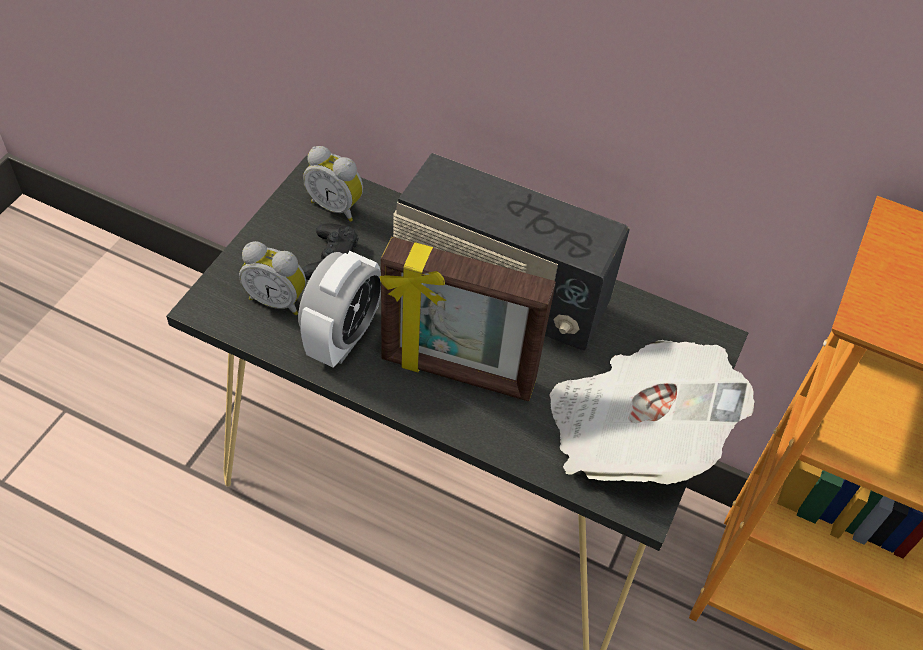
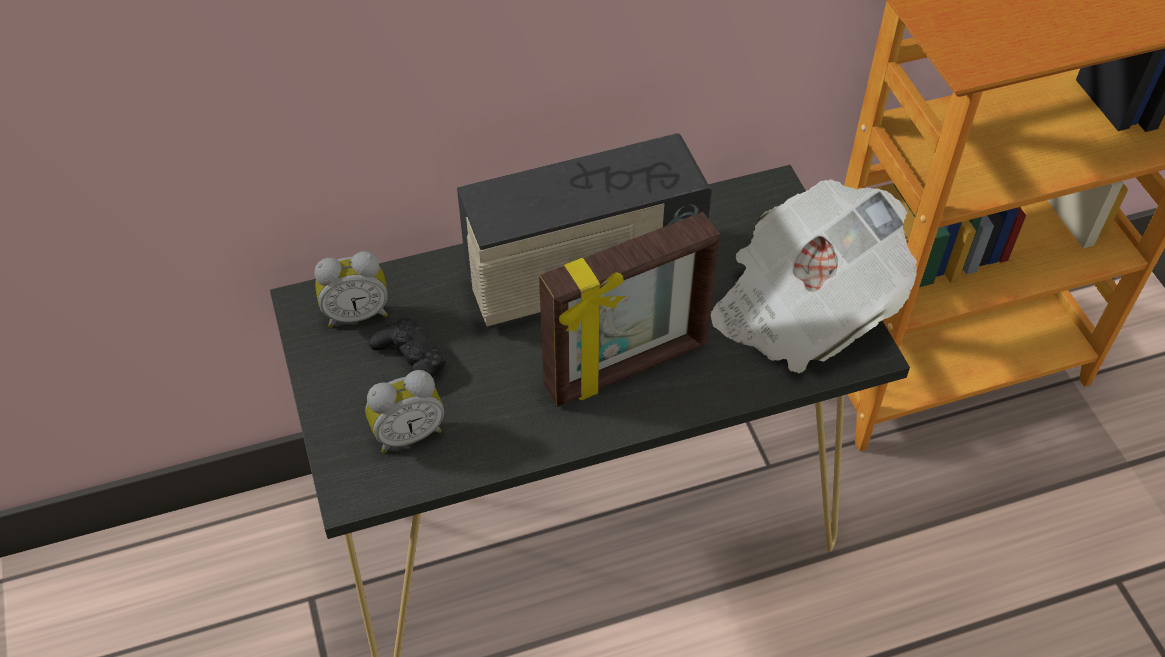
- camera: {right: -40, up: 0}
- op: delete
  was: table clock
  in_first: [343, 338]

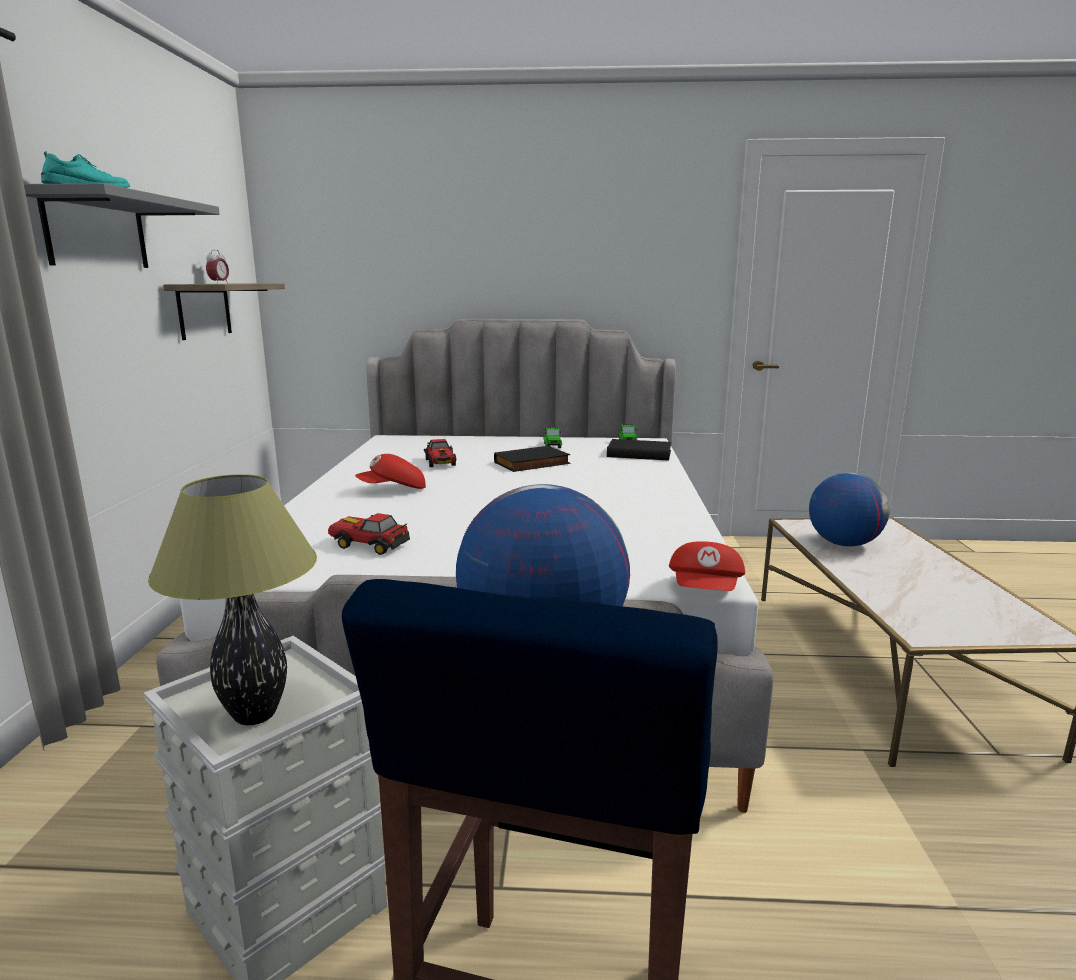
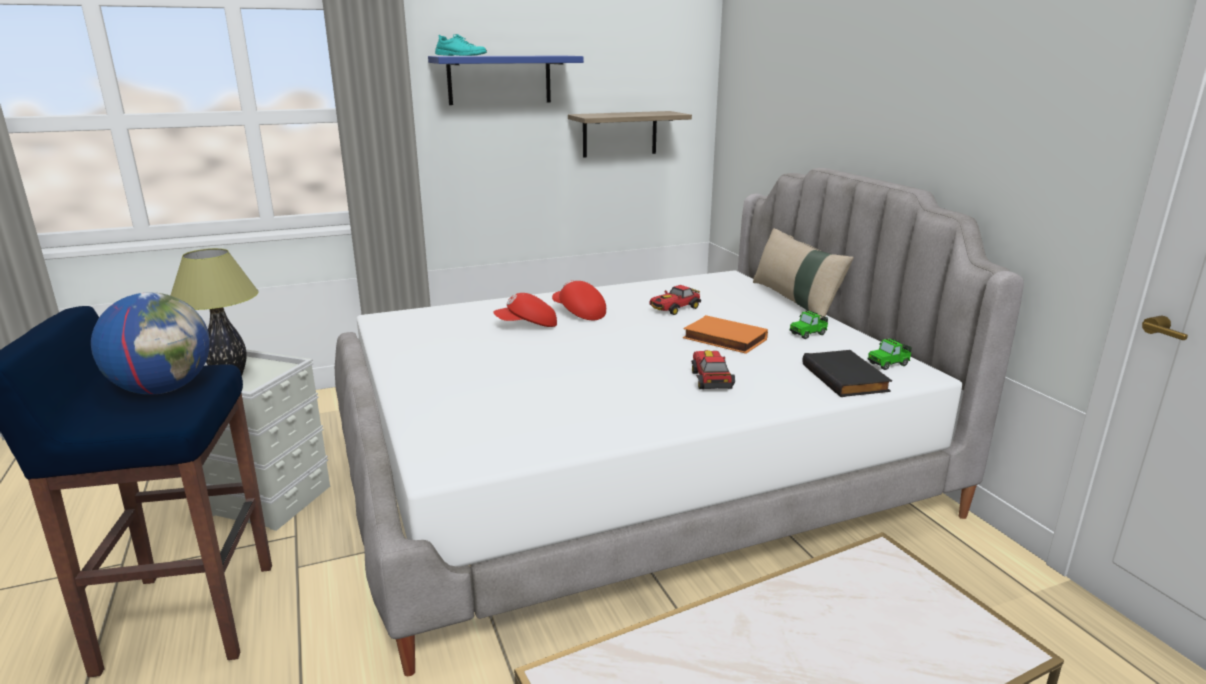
- camera: {right: 65, up: 5}
- op: recolor
  was: grey wall shelf
  now: bluish wall shelf
  in_first: [97, 232]
  in_second: [499, 79]
- op: delete
  was: table clock
  in_first: [219, 283]
- op: recolor
  was: blackish volume
  now: orange volume
  in_first: [532, 463]
  in_second: [723, 339]
- op: delete
  was: globe
  in_first: [843, 543]
- op: move
  was: miniature car
  in_first: [369, 545]
  in_second: [710, 379]
- op: move
  was: red baseball cap
  in_first: [706, 591]
  in_second: [527, 326]
- op: insert
  now: beige-coloured pillow
  in_second: [795, 301]

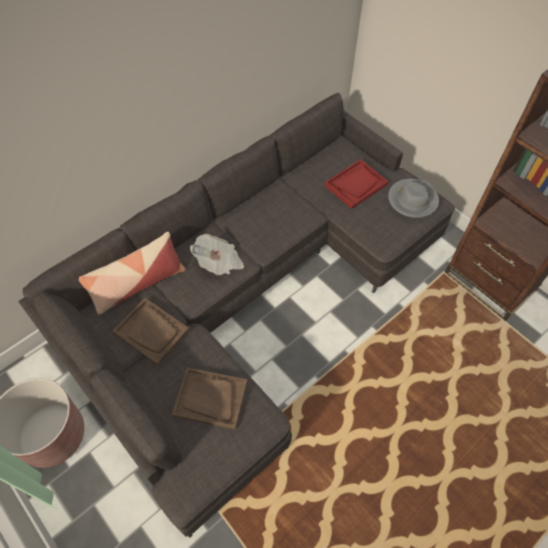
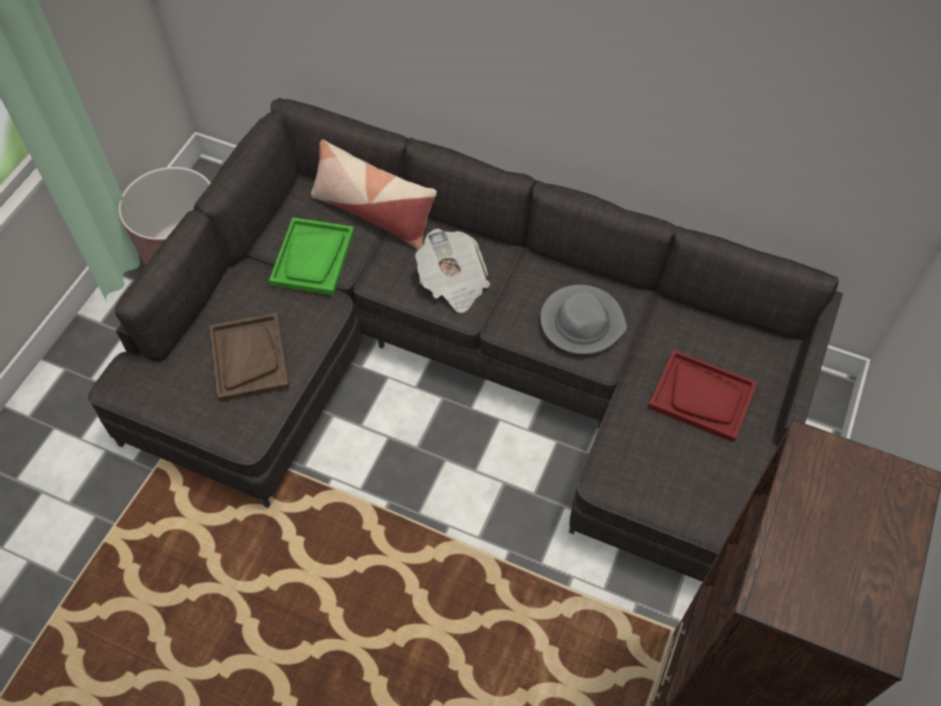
- camera: {right: 65, up: 0}
- op: move
  was: grey hat
  in_first: [412, 200]
  in_second: [581, 322]
- op: recolor
  was: brown-coloured serving tray
  now: green serving tray
  in_first: [152, 332]
  in_second: [313, 258]

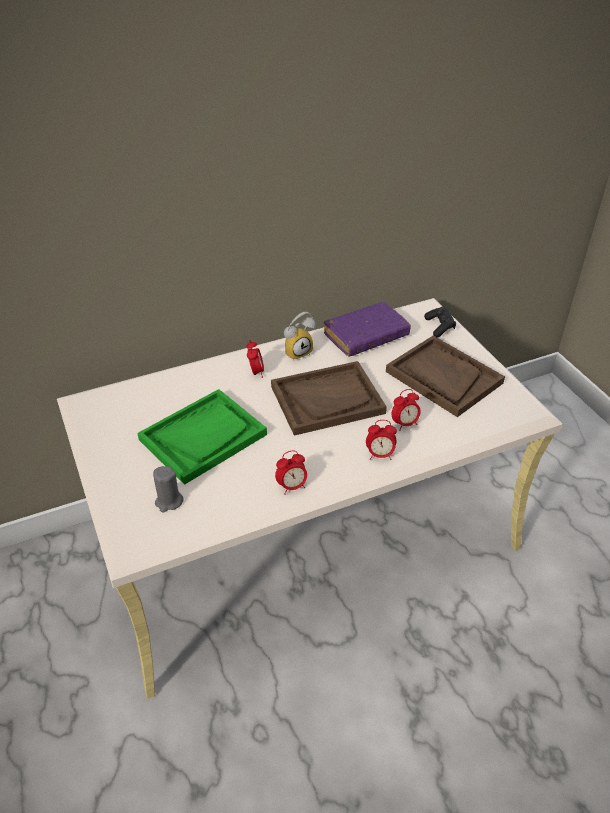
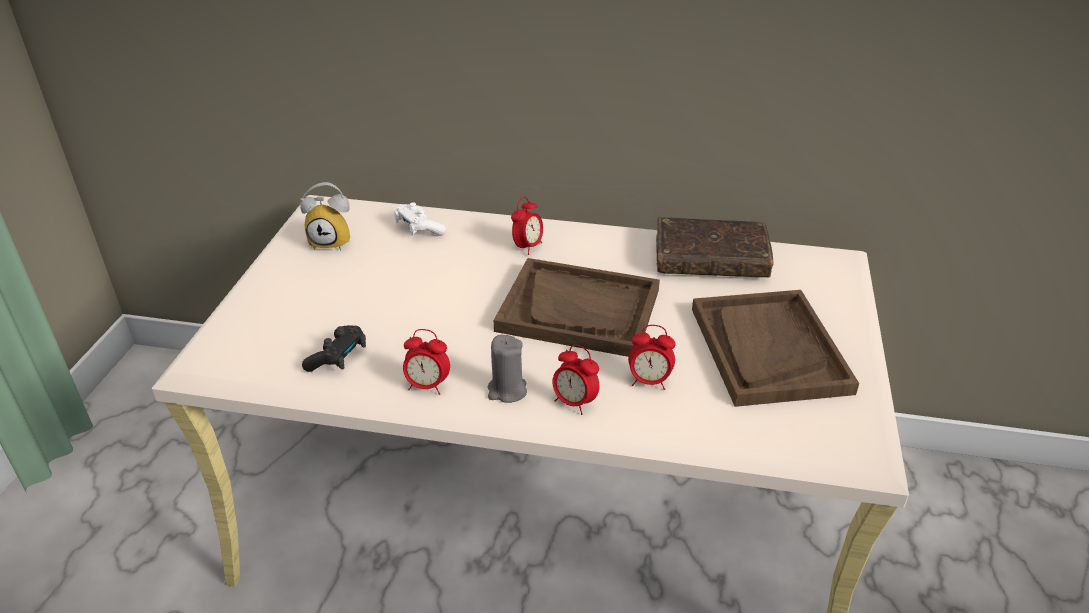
- camera: {right: 35, up: -5}
- op: recolor
  was: purplish volume
  now: brown-coloured volume
  in_first: [366, 336]
  in_second: [710, 259]
- op: move
  was: blackish gamepad
  in_first: [439, 327]
  in_second: [338, 358]
- op: move
  was: table clock
  in_first: [297, 352]
  in_second: [333, 241]
- op: delete
  was: green serving tray
  in_first: [203, 437]
- op: move
  was: grey candle
  in_first: [169, 501]
  in_second: [507, 390]
- op: insert
  now: whitish gamepad
  in_second: [419, 229]

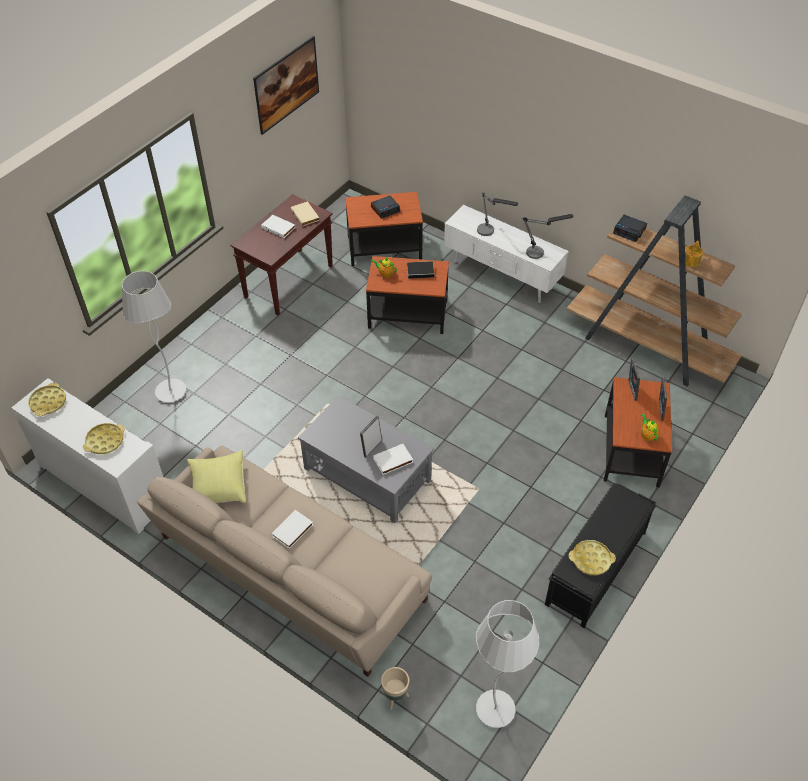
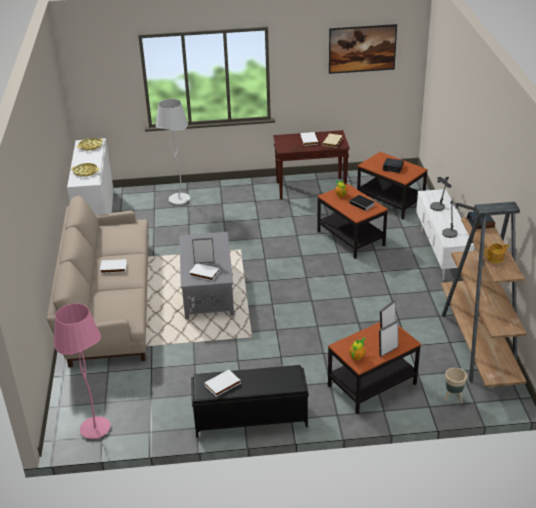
- camera: {right: 50, up: -15}
- op: delete
  was: yellowish pillow
  in_first: [218, 487]
- op: replace
  was: yellowish serving tray
  now: whitish volume
  in_first: [591, 560]
  in_second: [223, 385]
- op: recolor
  was: whitish floor lamp
  now: pink-coloured floor lamp
  in_first: [495, 709]
  in_second: [95, 429]
- op: move
  was: beige-coloured planter
  in_first: [395, 697]
  in_second: [453, 398]

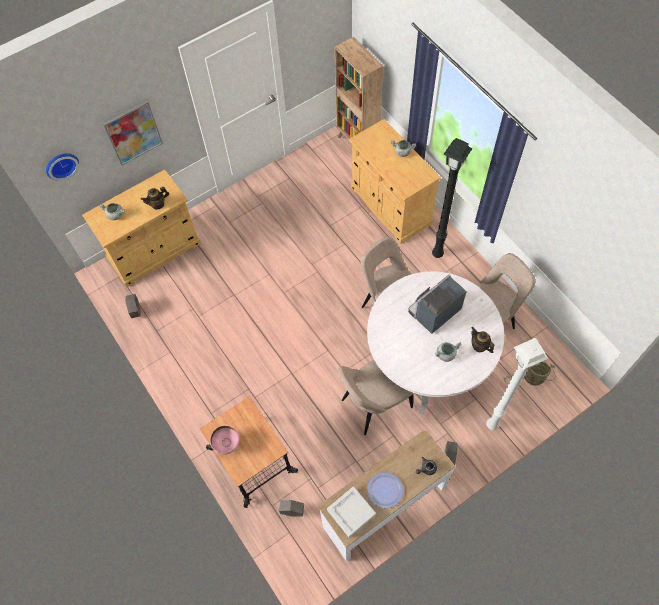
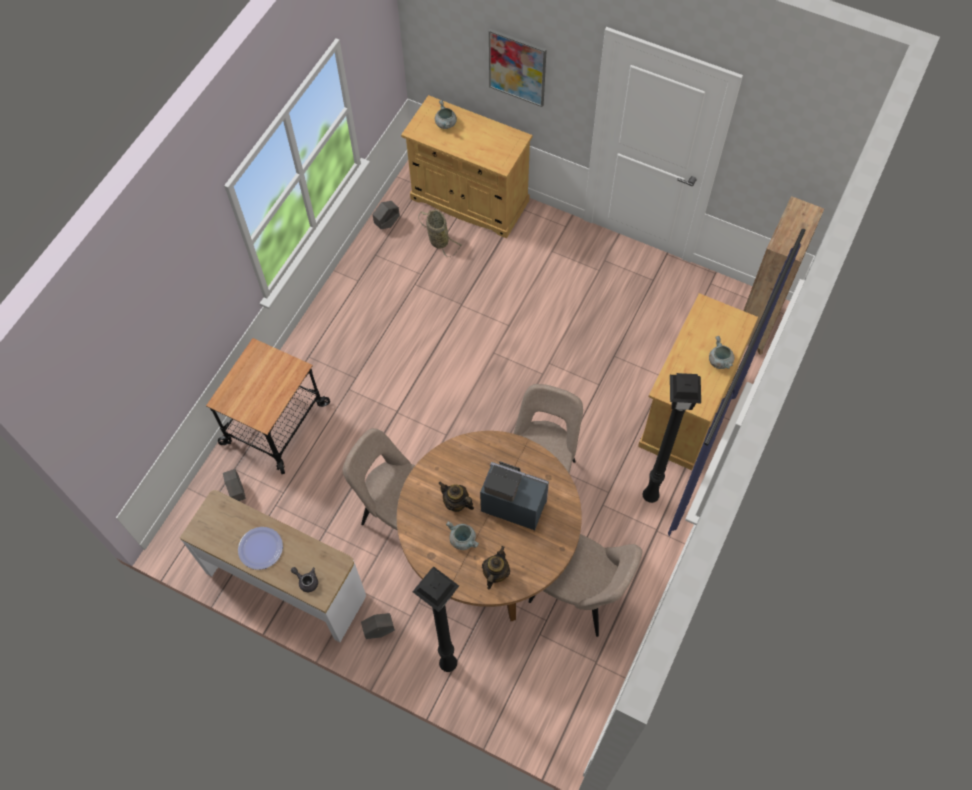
- camera: {right: 60, up: 0}
- op: delete
  was: clock on the wall
  in_first: [61, 164]
- op: move
  was: pot for tea
  in_first: [158, 204]
  in_second: [456, 503]
- op: recolor
  was: whitish dining table
  now: brown-coloured dining table
  in_first: [427, 363]
  in_second: [489, 552]
- op: recolor
  was: whitish floor lamp
  now: blackish floor lamp
  in_first: [491, 424]
  in_second: [448, 662]
- op: move
  was: storage basket
  in_first: [532, 379]
  in_second: [437, 239]
- op: delete
  was: pink-coloured deep dish
  in_first: [226, 444]
- op: delete
  was: grey serving tray
  in_first: [351, 512]

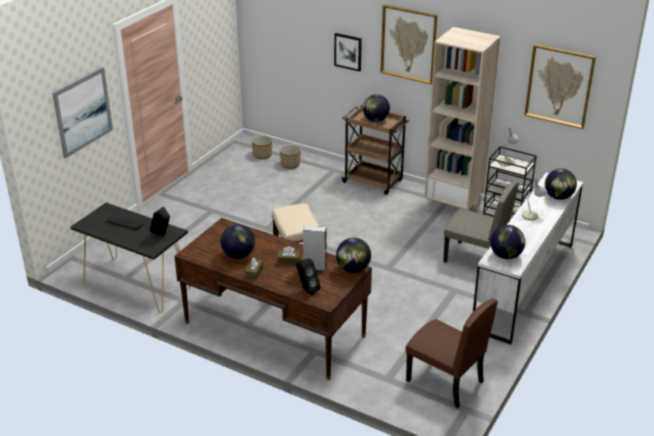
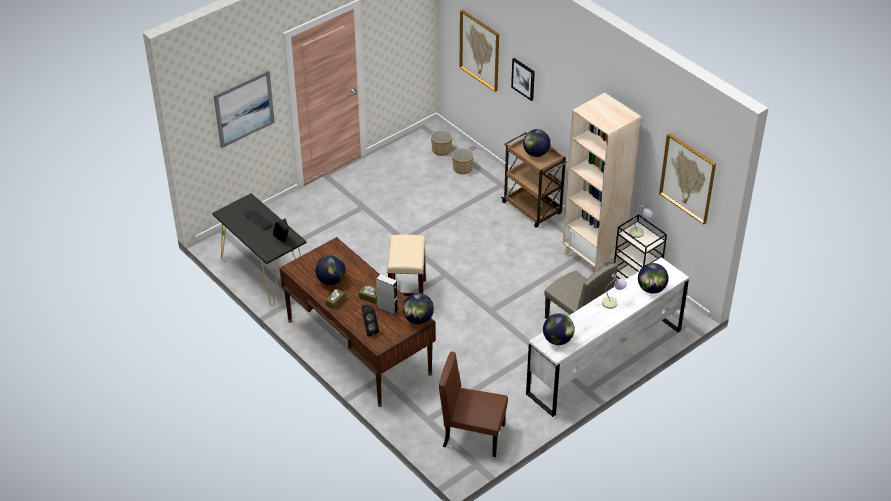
- camera: {right: 20, up: 10}
- op: move
  was: wall picture
  in_first: [408, 44]
  in_second: [480, 50]
- op: rotate
  was: brown-coloured chair
  in_first: [444, 381]
  in_second: [474, 435]
  clockwise: 135

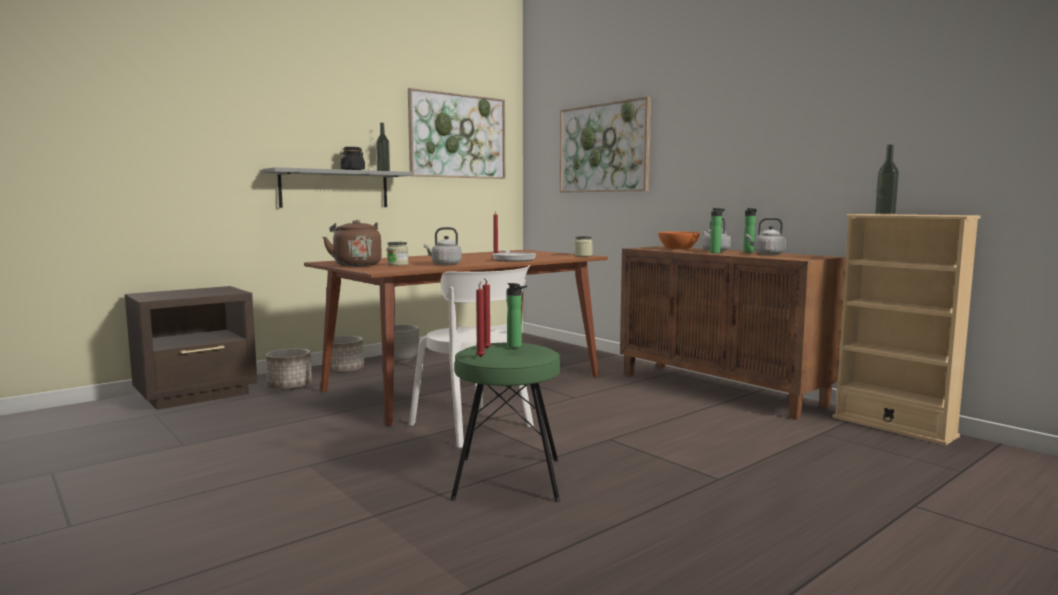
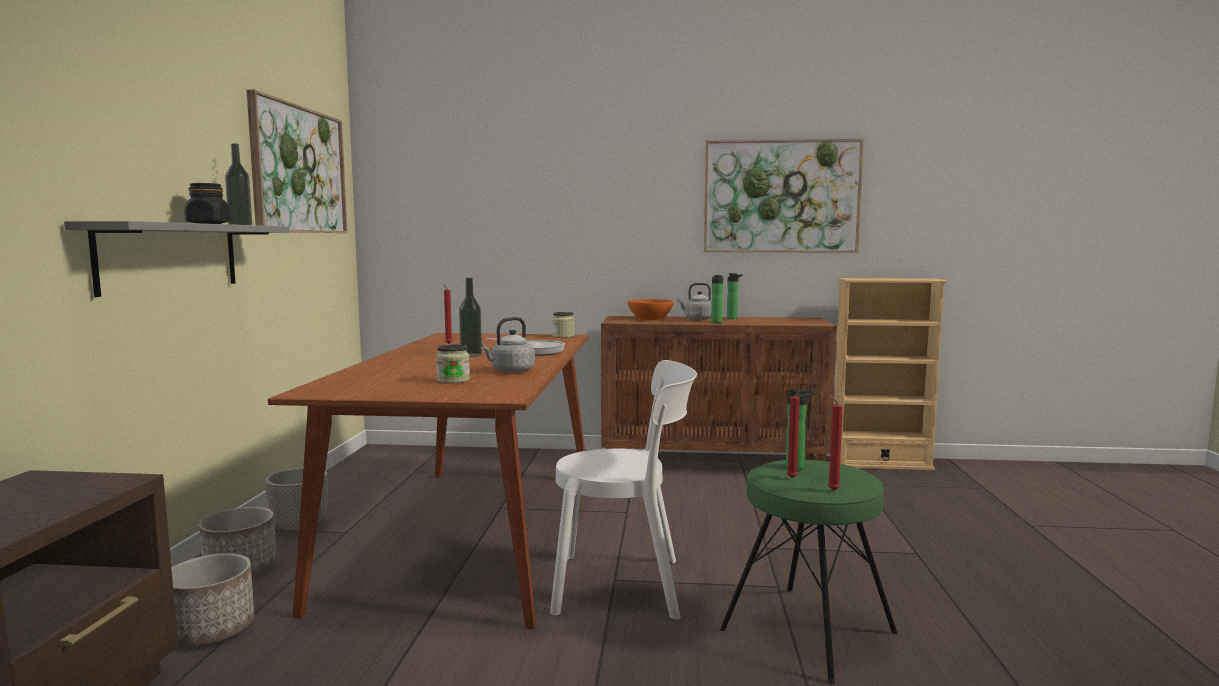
- camera: {right: -45, up: 0}
- op: move
  was: wall picture
  in_first: [604, 148]
  in_second: [781, 197]
- op: move
  was: drink bottle
  in_first: [885, 214]
  in_second: [471, 355]
- op: delete
  was: grey tea kettle
  in_first: [767, 254]
- op: delete
  was: brown-coloured tea kettle
  in_first: [356, 265]

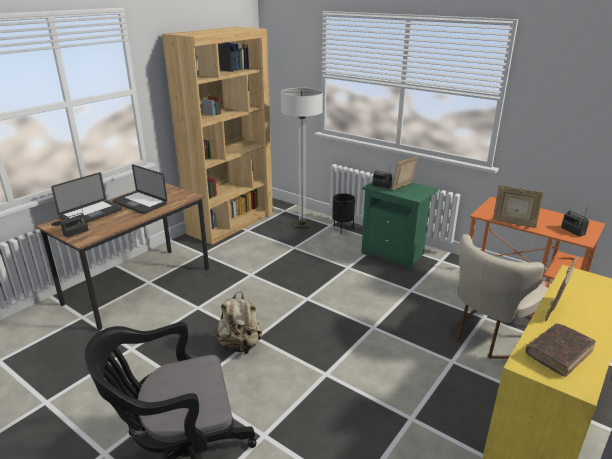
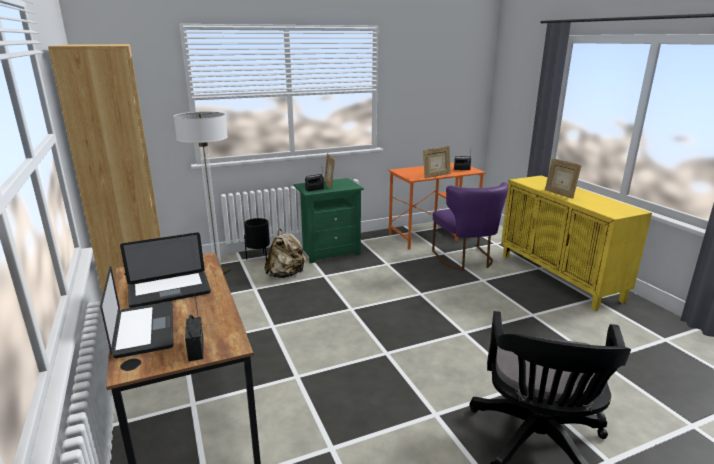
- camera: {right: -60, up: -5}
- op: recolor
  was: beige-coloured chair
  now: purplish chair
  in_first: [488, 337]
  in_second: [466, 260]
- op: move
  was: beige-coloured knapsack
  in_first: [240, 345]
  in_second: [286, 274]
- op: delete
  was: brown-coloured volume
  in_first: [558, 353]

